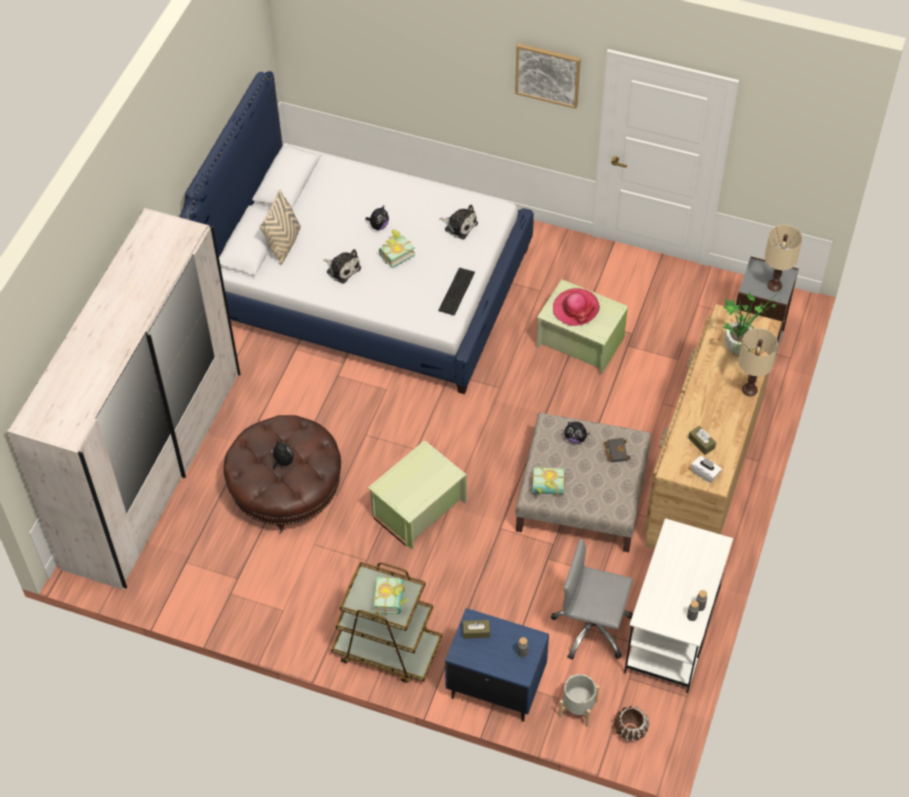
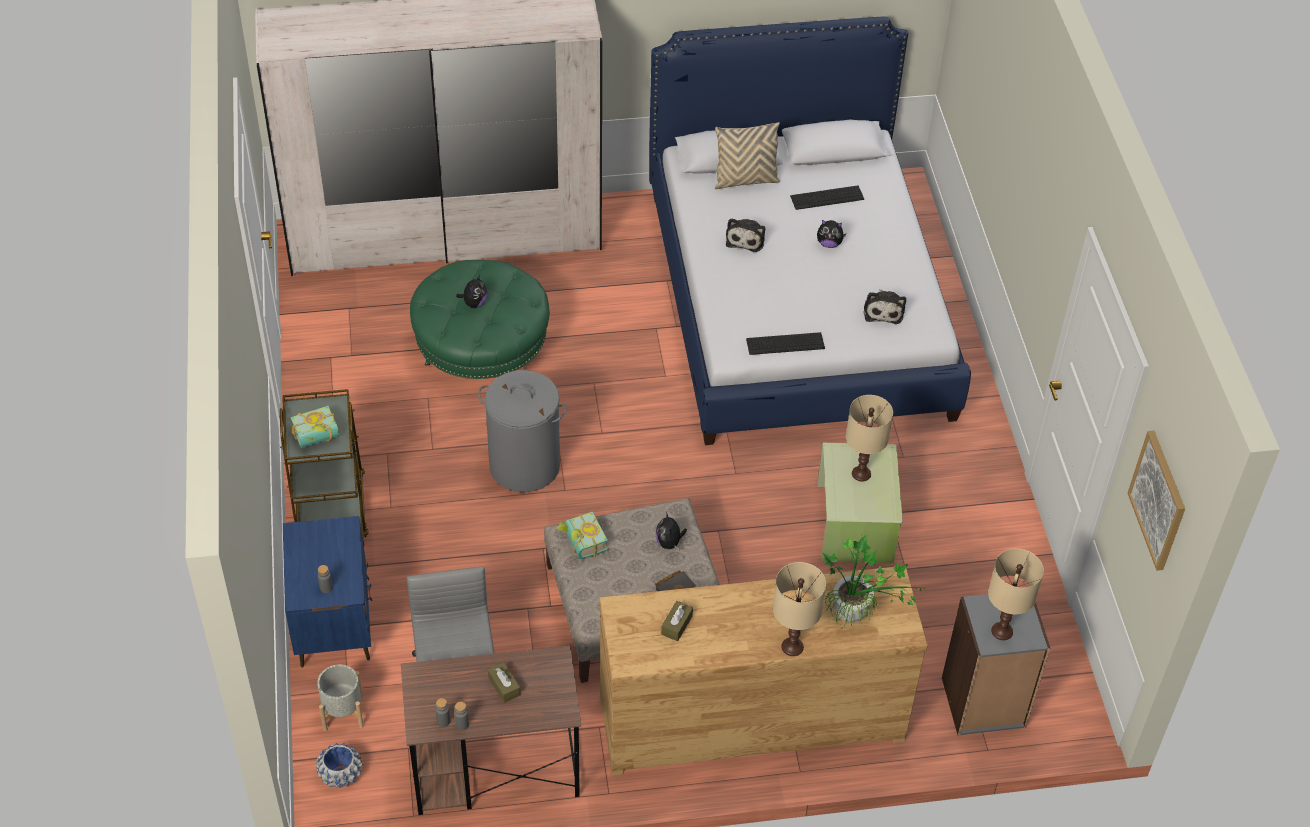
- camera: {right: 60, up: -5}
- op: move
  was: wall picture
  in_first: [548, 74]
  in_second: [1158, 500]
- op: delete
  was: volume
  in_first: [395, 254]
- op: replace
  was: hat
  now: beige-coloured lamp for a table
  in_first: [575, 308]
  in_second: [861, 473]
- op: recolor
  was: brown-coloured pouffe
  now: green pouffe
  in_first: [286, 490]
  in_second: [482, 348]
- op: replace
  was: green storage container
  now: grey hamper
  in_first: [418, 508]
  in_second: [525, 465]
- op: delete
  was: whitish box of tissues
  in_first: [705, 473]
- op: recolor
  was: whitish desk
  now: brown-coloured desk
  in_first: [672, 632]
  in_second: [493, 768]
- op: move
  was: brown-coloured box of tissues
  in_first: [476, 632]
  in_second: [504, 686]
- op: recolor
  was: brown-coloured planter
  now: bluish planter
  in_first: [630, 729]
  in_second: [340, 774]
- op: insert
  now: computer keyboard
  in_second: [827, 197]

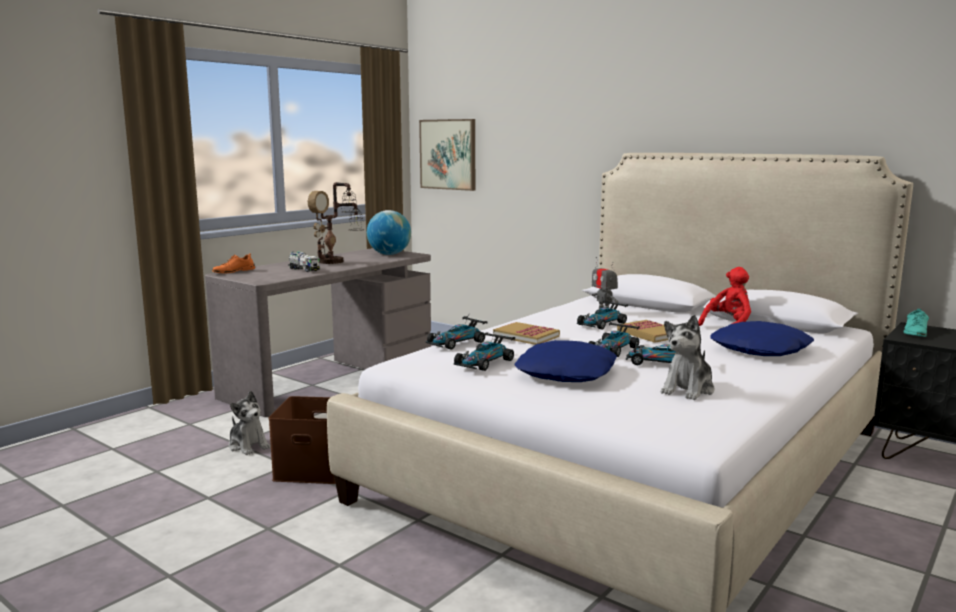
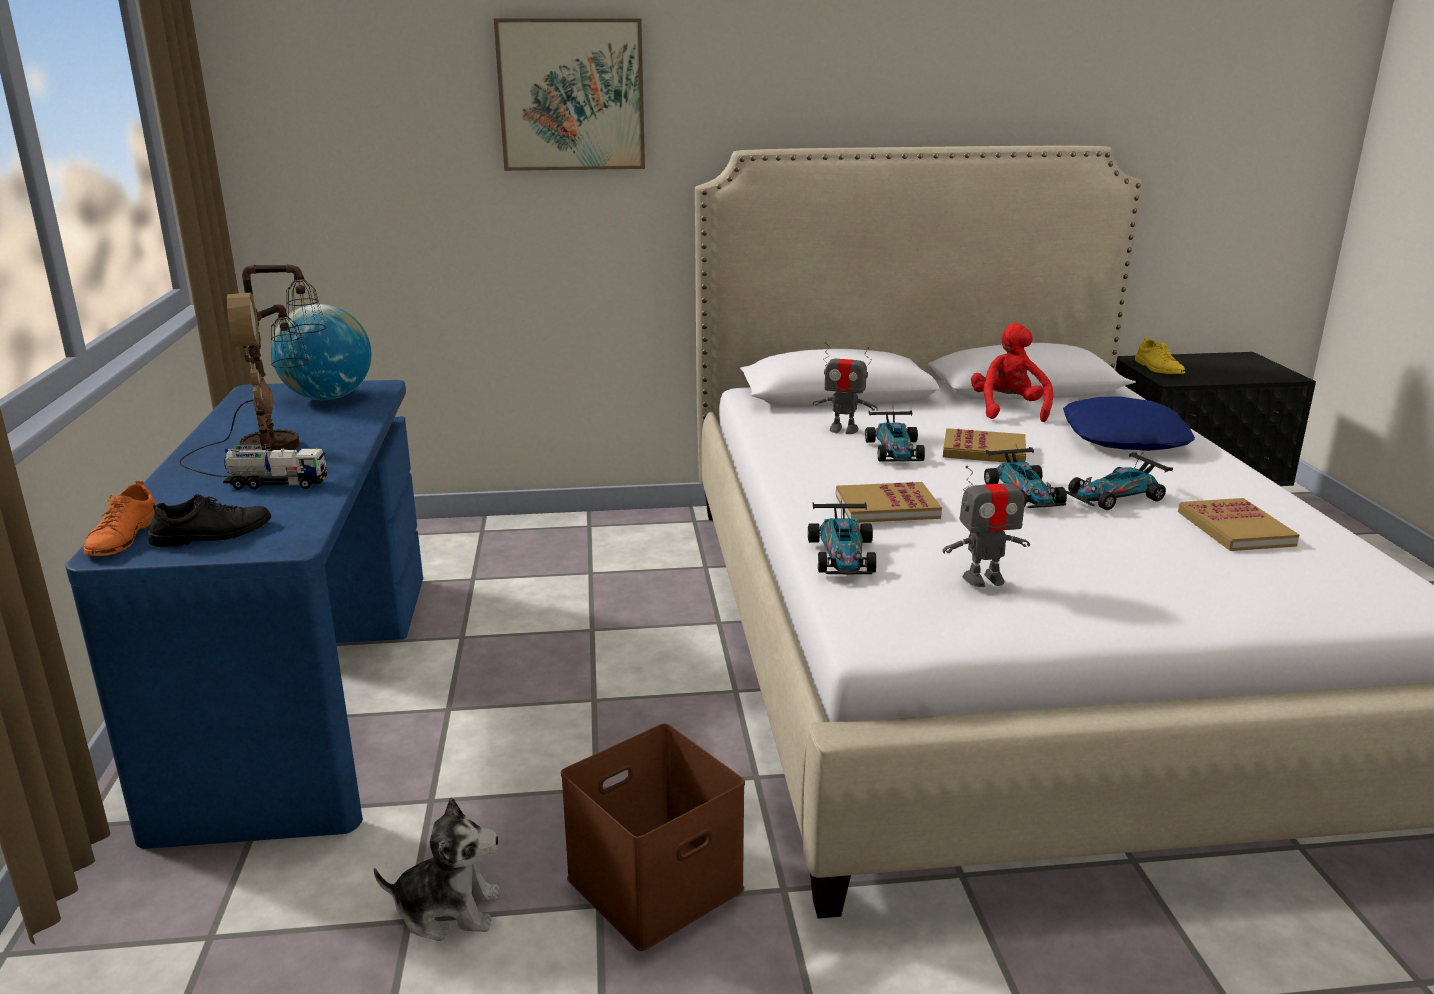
- camera: {right: -45, up: 10}
- op: move
  was: wall picture
  in_first: [448, 154]
  in_second: [571, 95]
- op: recolor
  was: grey desk
  now: bluish desk
  in_first: [330, 378]
  in_second: [306, 687]
- op: recolor
  was: turquoise low shoe
  now: yellowish low shoe
  in_first: [915, 332]
  in_second: [1158, 368]
- op: replace
  was: soft toy
  now: volume
  in_first: [688, 390]
  in_second: [1235, 529]
- op: replace
  was: miniature car
  now: toy robot
  in_first: [484, 362]
  in_second: [984, 579]
- op: delete
  was: bluish pillow
  in_first: [567, 373]
- op: insert
  now: blackish low shoe
  in_second: [212, 534]

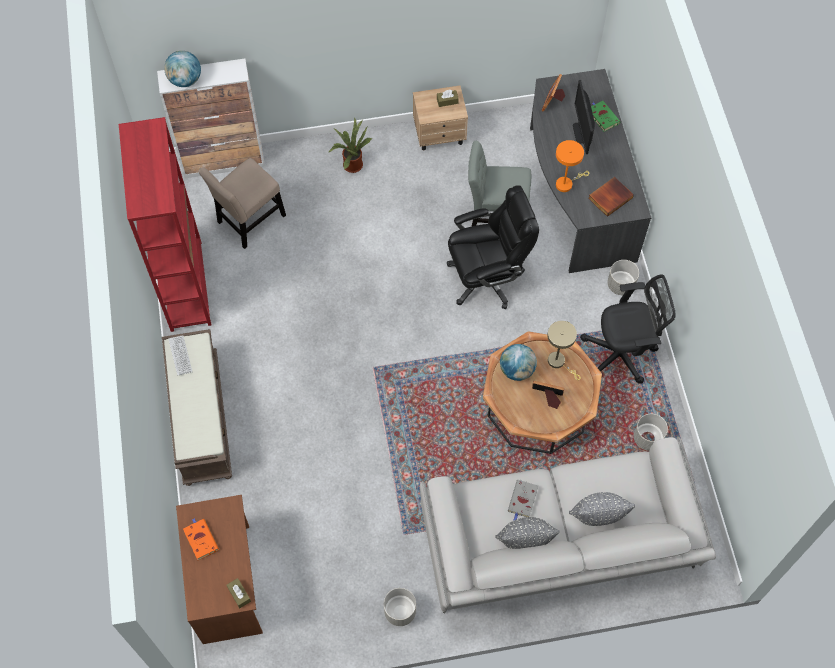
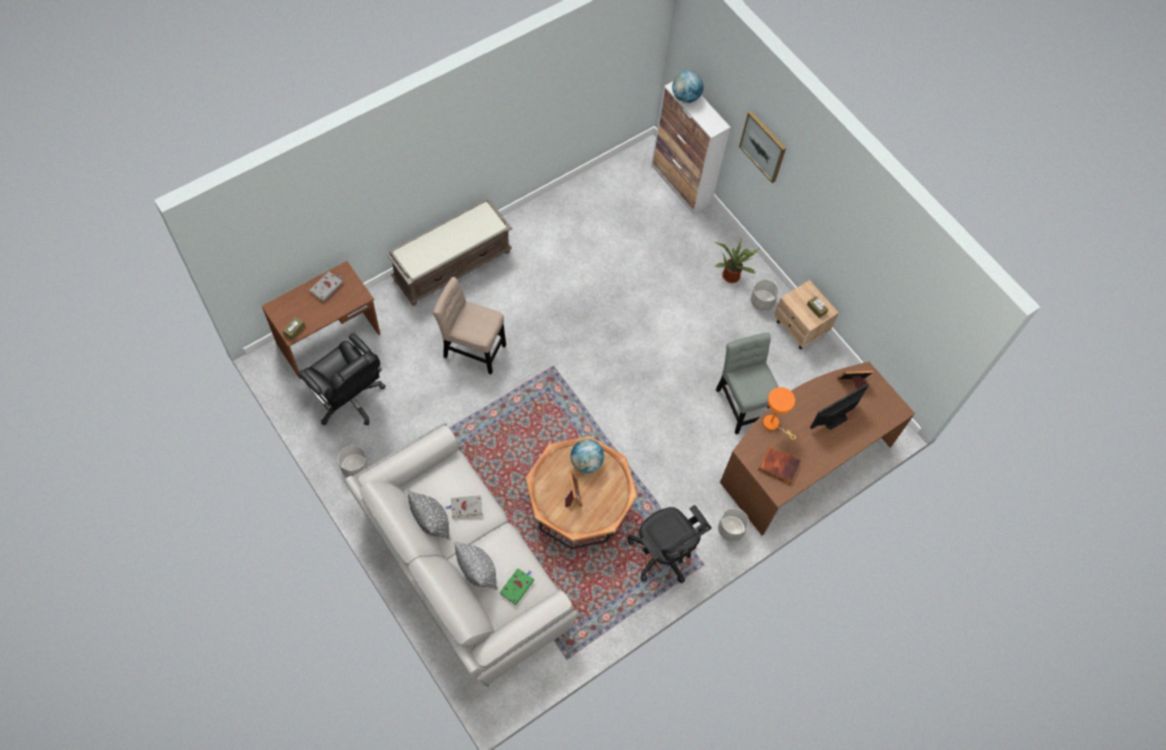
- camera: {right: 60, up: 0}
- op: recolor
  was: grey desk
  now: brown-coloured desk
  in_first: [576, 194]
  in_second: [803, 460]
- op: move
  was: green volume
  in_first: [602, 116]
  in_second: [517, 586]
- op: delete
  was: red bookcase
  in_first: [186, 285]
- op: move
  was: beige-coloured chair
  in_first: [249, 221]
  in_second: [471, 349]
- op: move
  was: blackish computer chair
  in_first: [487, 277]
  in_second: [349, 398]
- op: delete
  was: beige-coloured lamp for a table
  in_first: [559, 362]
- op: delete
  was: computer keyboard
  in_first: [180, 355]
- op: move
  was: grey planter
  in_first: [647, 438]
  in_second: [762, 302]
- op: recolor
  was: orange volume
  now: grey volume
  in_first: [200, 539]
  in_second: [327, 287]
- op: insert
  now: wall picture
  in_second: [763, 146]

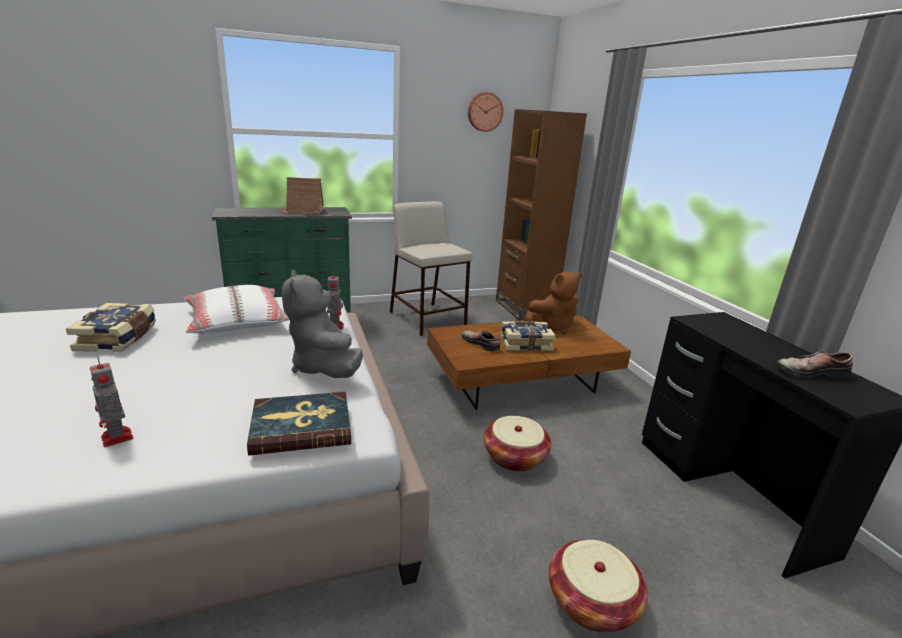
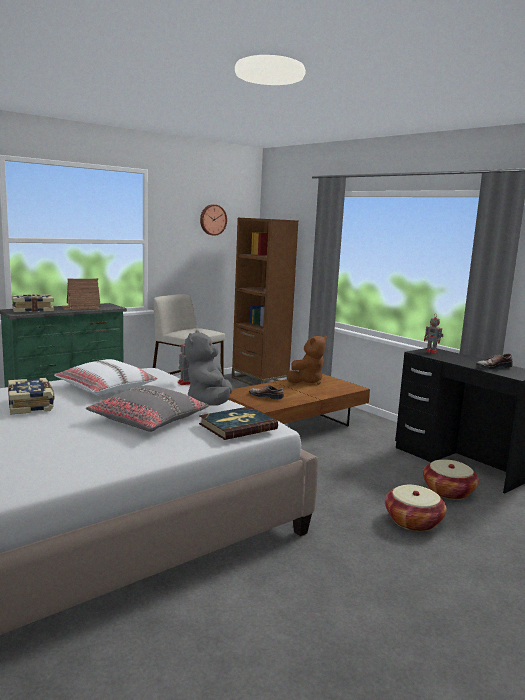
- camera: {right: -20, up: -10}
- op: rotate
  was: grey soft toy
  in_first: [324, 368]
  in_second: [209, 403]
  clockwise: 45
- op: move
  was: volume
  in_first: [525, 343]
  in_second: [32, 310]
- op: move
  was: toy robot
  in_first: [117, 438]
  in_second: [432, 352]
- op: move
  was: storage basket
  in_first: [514, 457]
  in_second: [448, 492]
- op: insert
  now: grey pillow
  in_second: [148, 420]

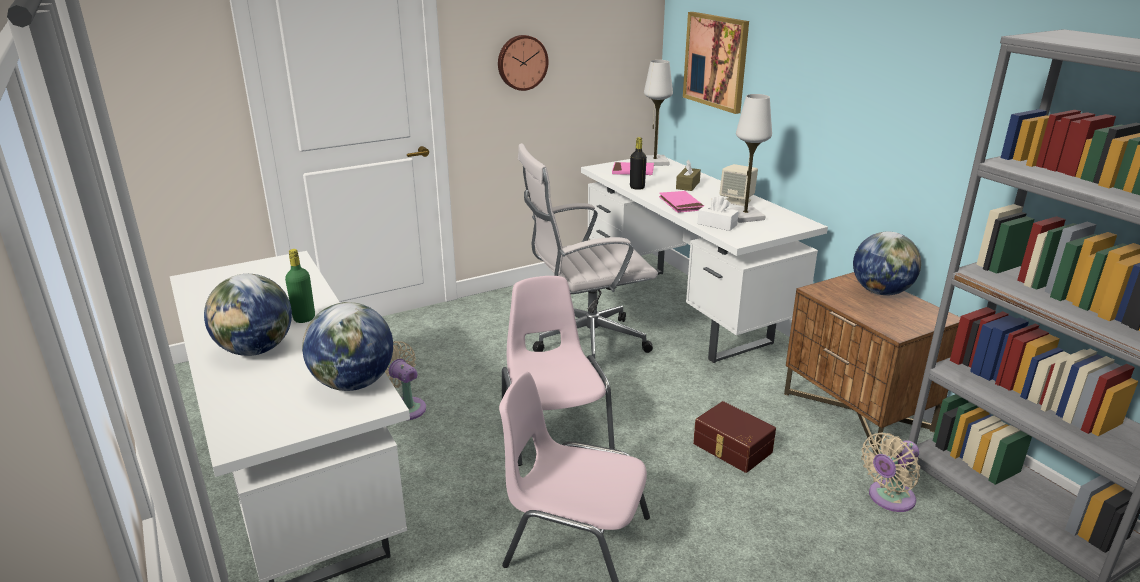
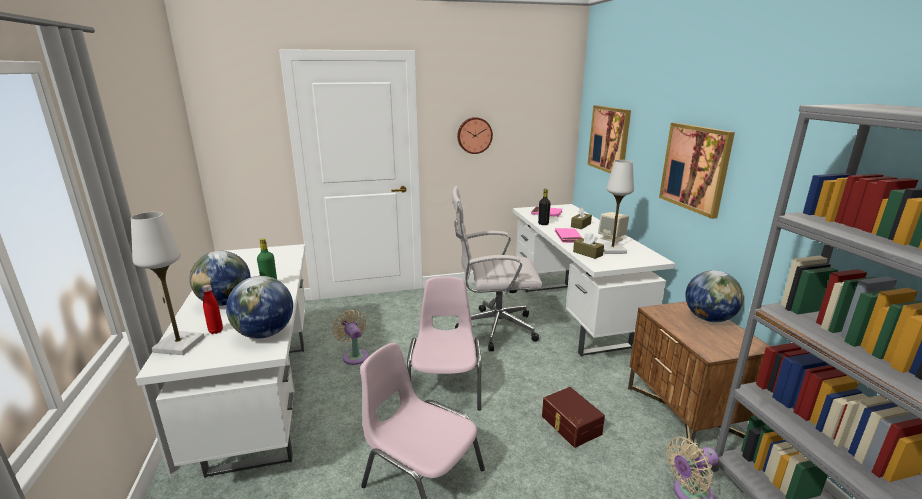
- camera: {right: 15, up: -5}
- op: move
  was: whitish lamp for a table
  in_first: [654, 162]
  in_second: [179, 345]
- op: recolor
  was: whitish box of tissues
  now: brown-coloured box of tissues
  in_first: [717, 224]
  in_second: [587, 253]
- op: insert
  now: wall picture
  in_second: [695, 168]
- op: insert
  now: red drink bottle
  in_second: [216, 331]

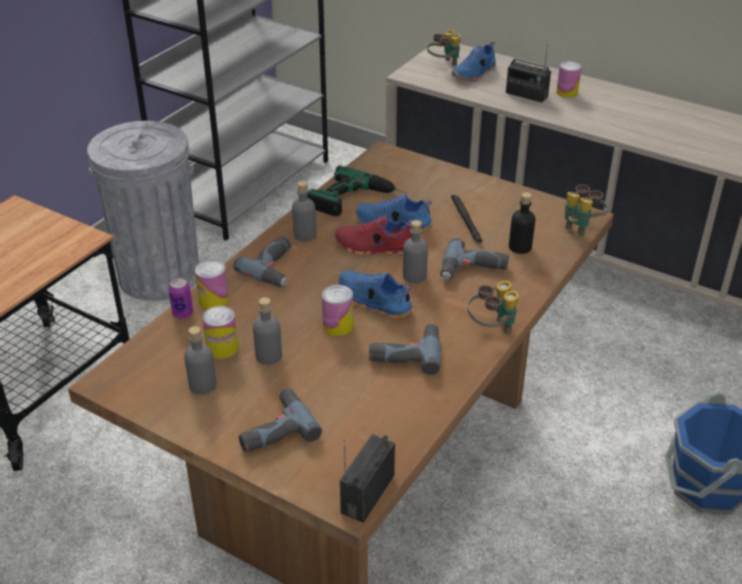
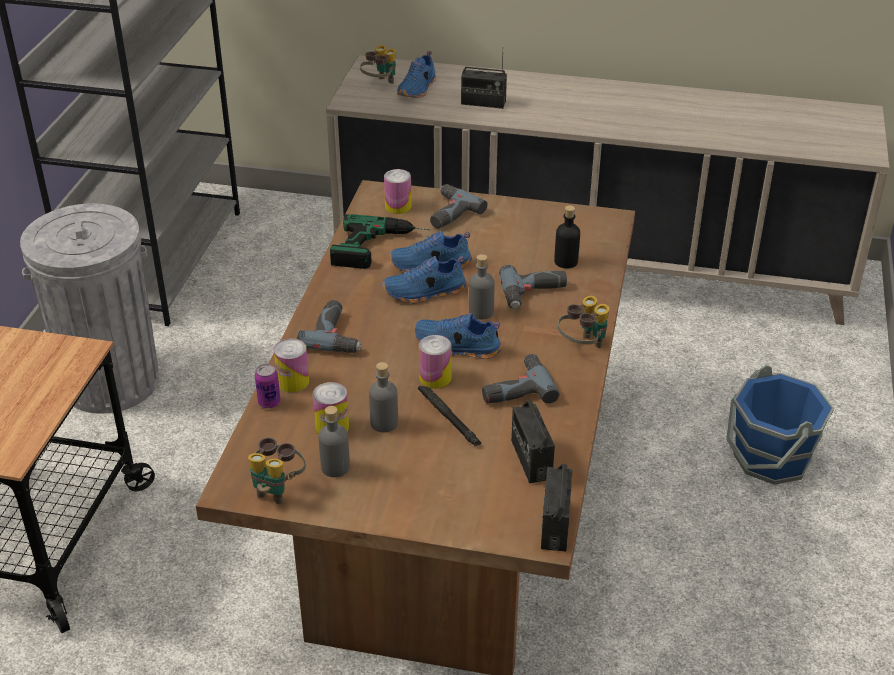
- camera: {right: -20, up: 0}
- op: move
  was: can
  in_first: [567, 92]
  in_second: [398, 206]
- op: delete
  was: grey drink bottle
  in_first: [305, 235]
- op: move
  was: field glasses
  in_first: [581, 226]
  in_second: [277, 489]
- op: move
  was: blackish hand torch
  in_first: [466, 221]
  in_second: [448, 418]
- op: recolor
  was: red low shoe
  now: bluish low shoe
  in_first: [374, 248]
  in_second: [425, 293]
- op: move
  was: electric drill
  in_first: [273, 428]
  in_second: [447, 212]
- op: insert
  now: radio set
  in_second: [531, 459]

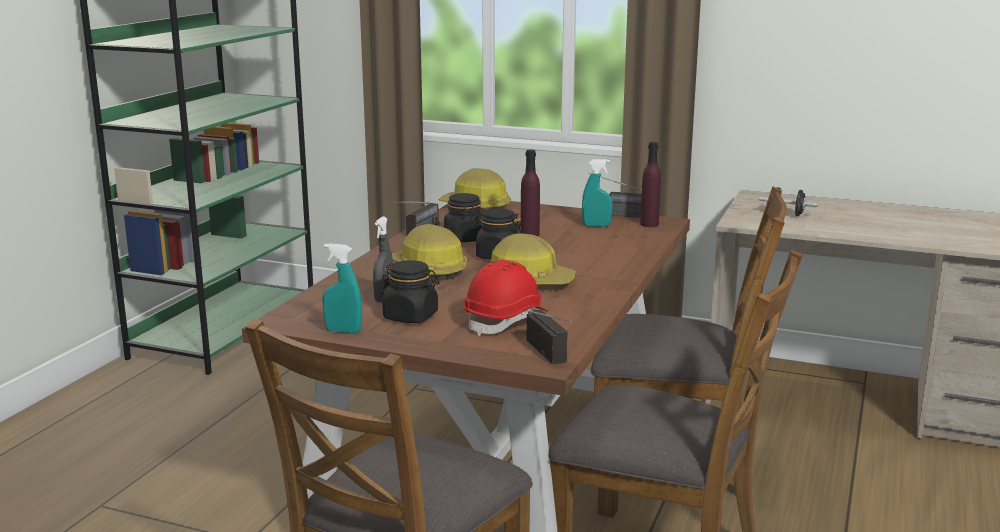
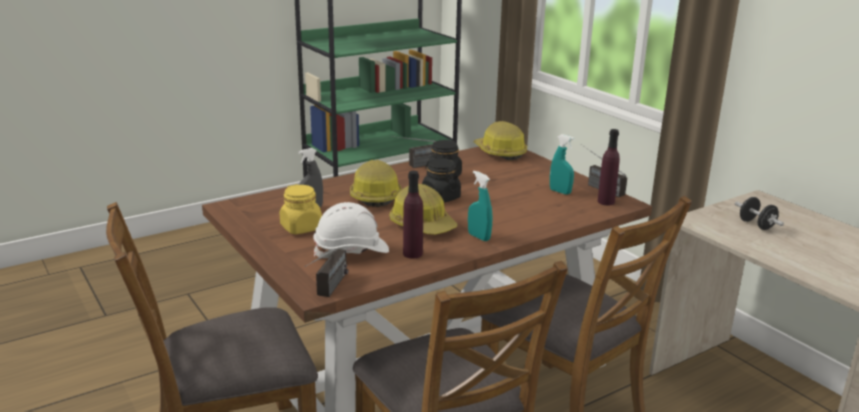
- camera: {right: 35, up: 5}
- op: move
  was: purplish drink bottle
  in_first: [529, 234]
  in_second: [412, 253]
- op: move
  was: turquoise hand sprayer
  in_first: [343, 331]
  in_second: [479, 237]
- op: recolor
  was: blackish jar
  now: yellowish jar
  in_first: [411, 316]
  in_second: [301, 228]
- op: recolor
  was: red work helmet
  now: whitish work helmet
  in_first: [506, 321]
  in_second: [351, 251]

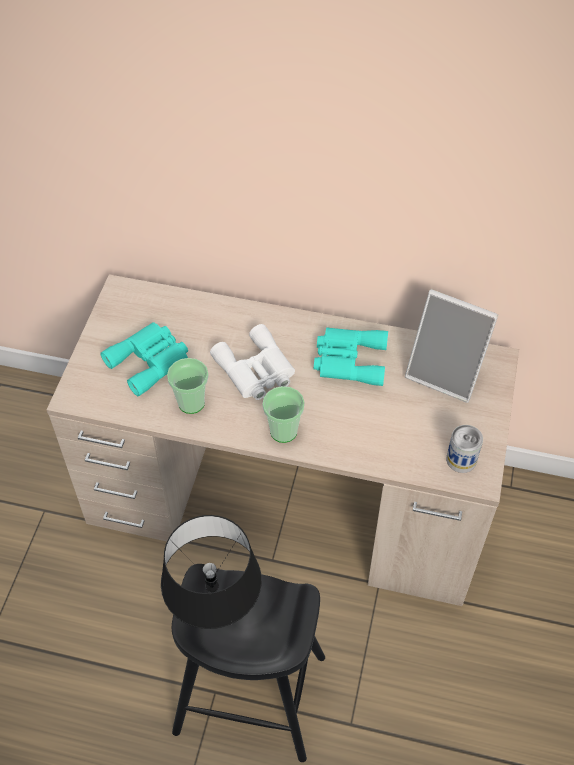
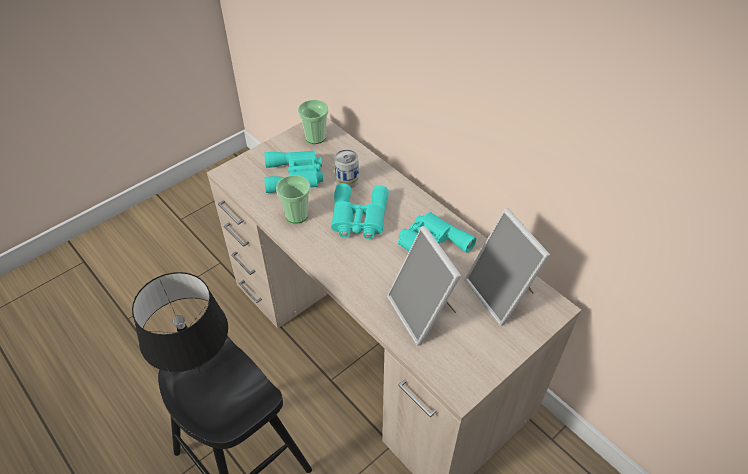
- camera: {right: 35, up: -5}
- op: recolor
  was: whitish field glasses
  now: turquoise field glasses
  in_first: [255, 371]
  in_second: [358, 217]
- op: move
  was: small cup
  in_first: [283, 431]
  in_second: [315, 137]
- op: move
  was: can
  in_first: [461, 459]
  in_second: [347, 180]
- op: insert
  now: picture frame
  in_second: [423, 313]

